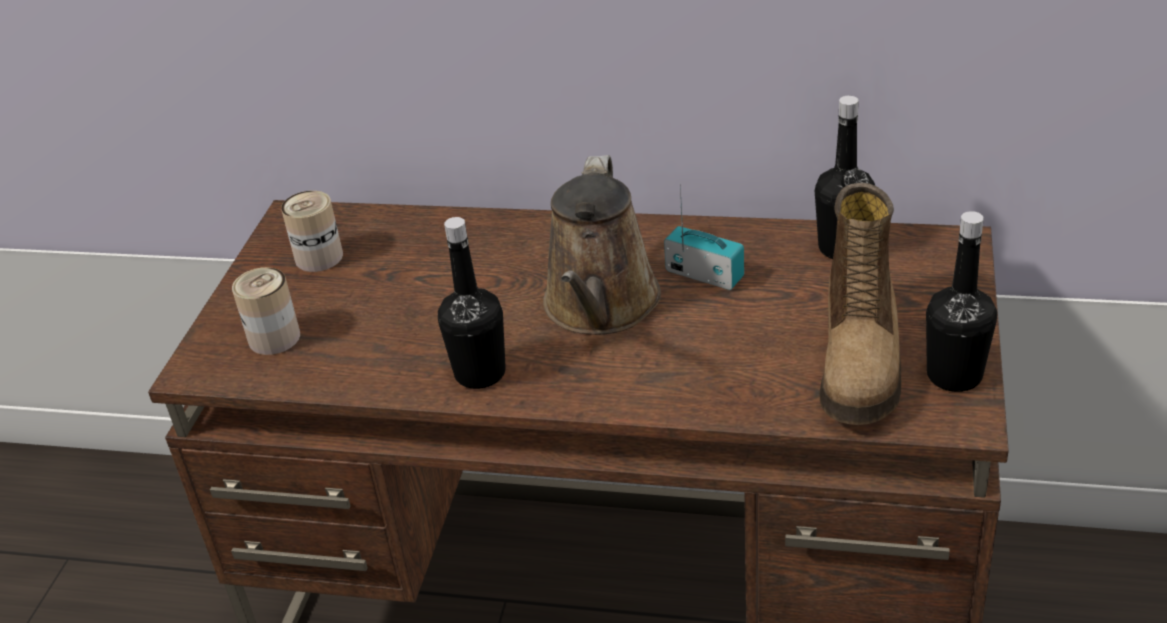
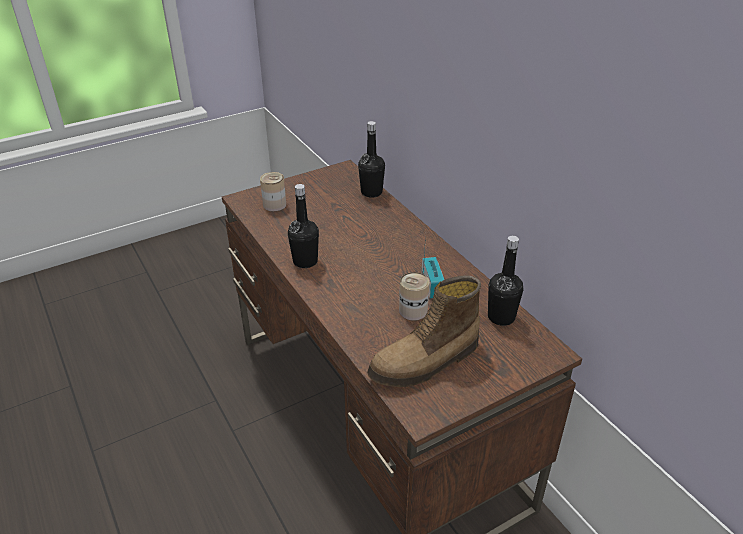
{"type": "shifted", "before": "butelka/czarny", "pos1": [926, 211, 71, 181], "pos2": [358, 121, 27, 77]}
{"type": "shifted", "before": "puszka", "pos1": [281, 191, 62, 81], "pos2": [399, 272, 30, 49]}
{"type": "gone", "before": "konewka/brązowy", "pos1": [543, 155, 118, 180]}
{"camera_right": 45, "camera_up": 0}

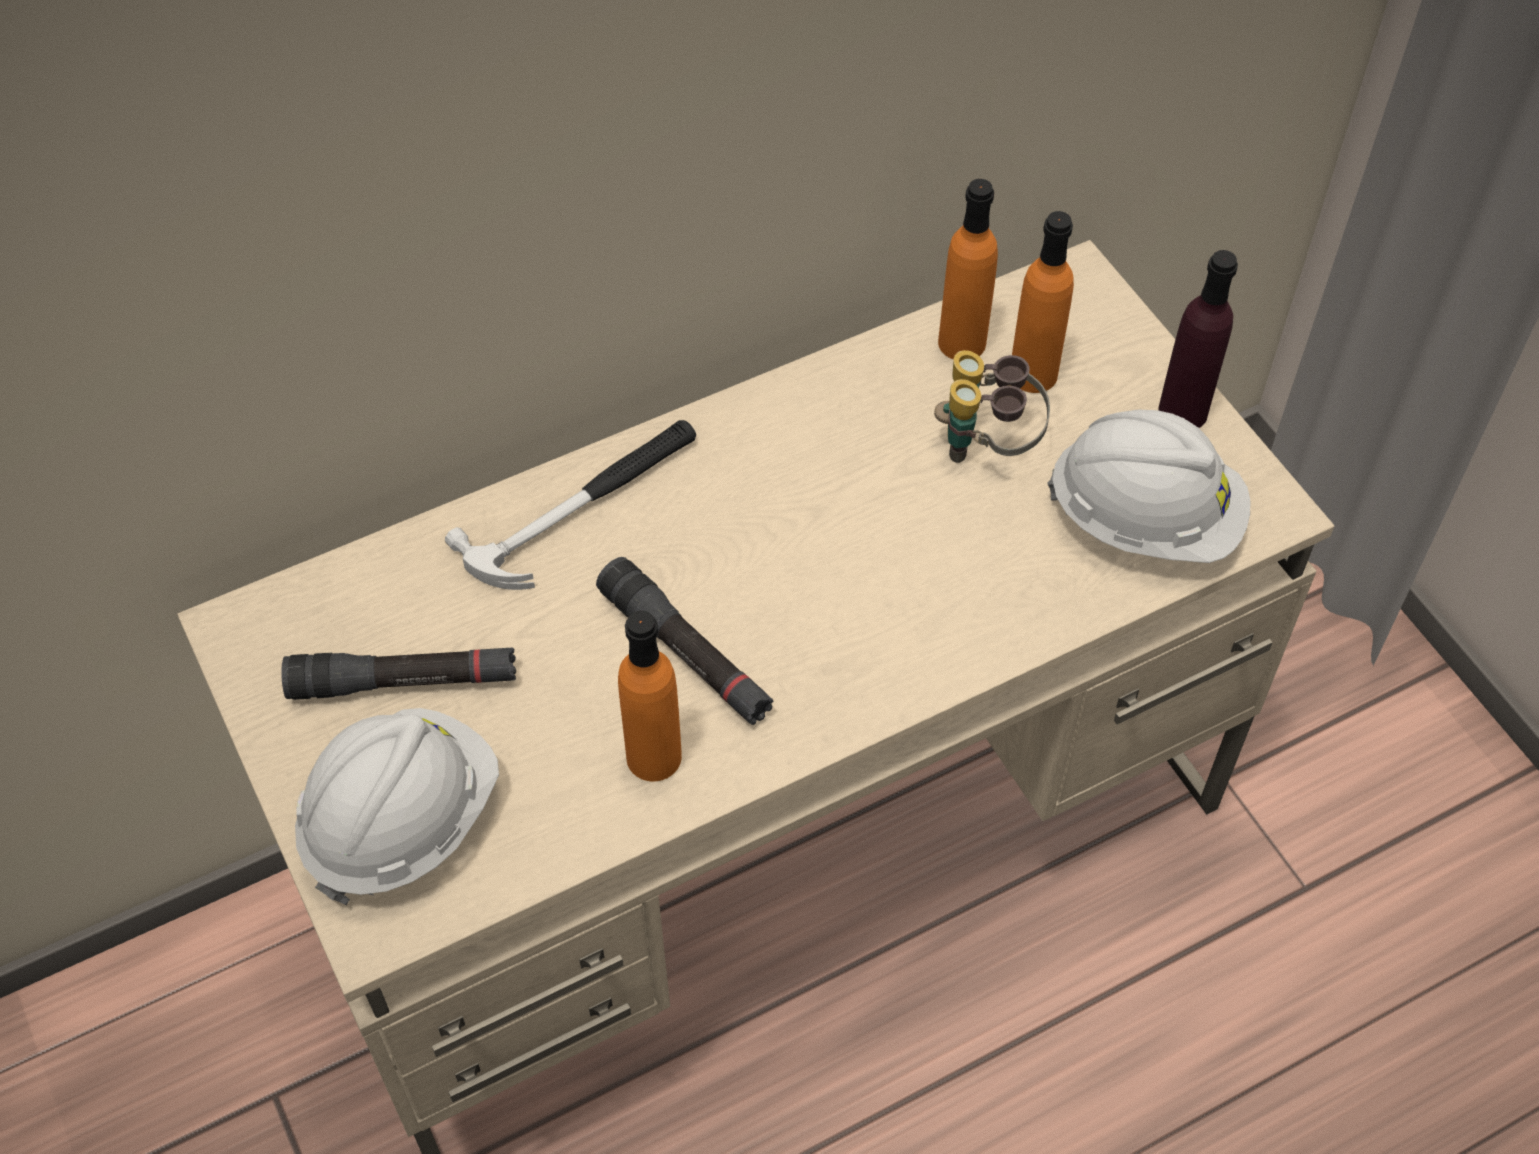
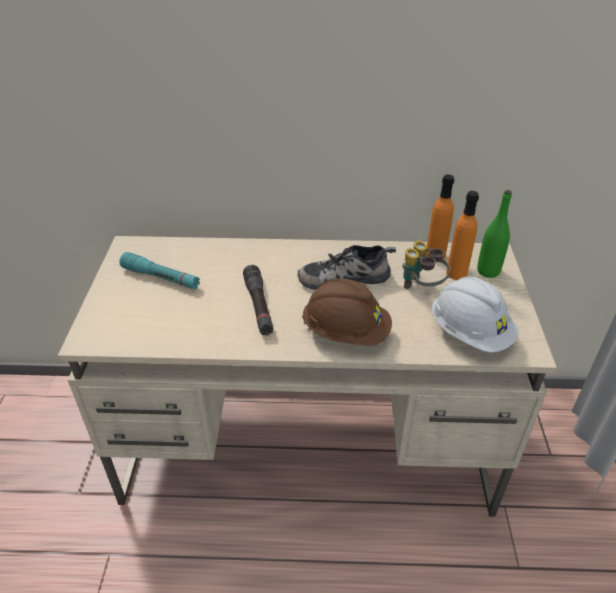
{"type": "repainted", "before": "latarka/czarny", "after": "latarka/turkusowy", "pos1": [281, 648, 235, 52], "pos2": [119, 252, 81, 37]}
{"type": "new", "after": "but", "pos2": [298, 245, 98, 45]}
{"type": "new", "after": "kask/brązowy", "pos2": [302, 278, 90, 68]}
{"type": "new", "after": "butelka/zielony", "pos2": [477, 190, 35, 88]}
{"type": "gone", "before": "kask/biały", "pos1": [295, 708, 204, 197]}
{"type": "gone", "before": "młotek", "pos1": [445, 420, 251, 170]}
{"type": "gone", "before": "butelka/pomarańczowy", "pos1": [618, 610, 64, 171]}
{"type": "gone", "before": "butelka/fioletowy", "pos1": [1158, 250, 80, 178]}
{"camera_right": 30, "camera_up": -15}

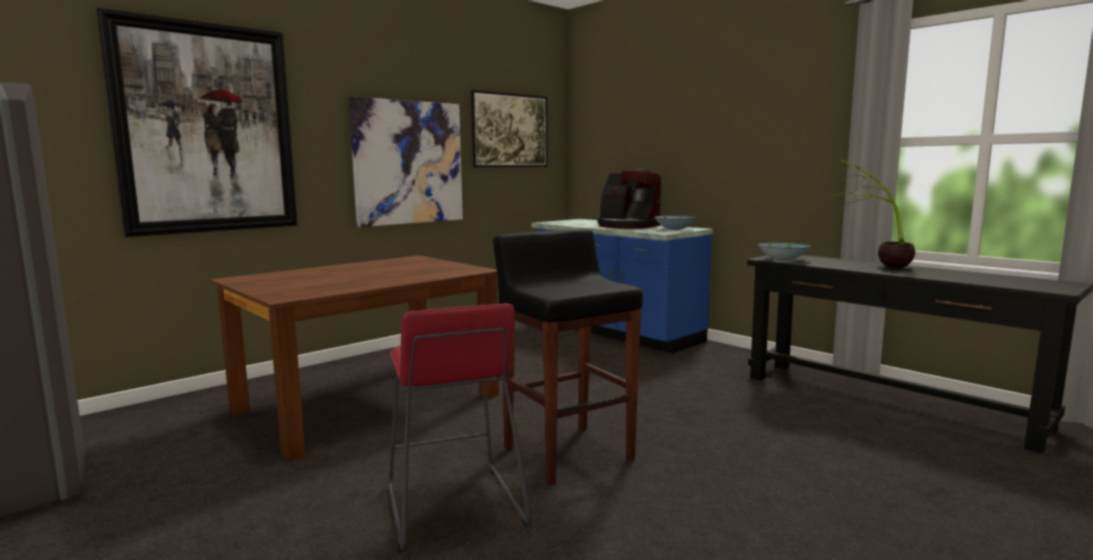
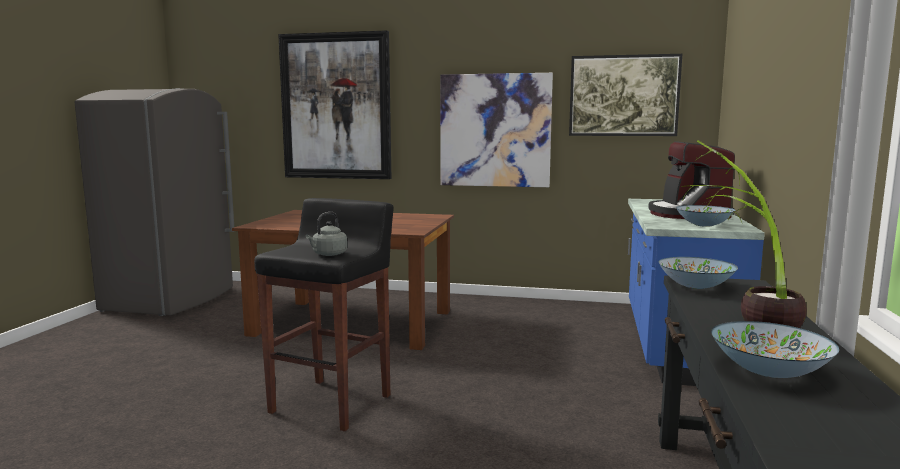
{"type": "new", "after": "czajnik/szary", "pos2": [306, 212, 41, 44]}
{"type": "new", "after": "miska", "pos2": [711, 321, 128, 57]}
{"type": "gone", "before": "stołek/czerwony", "pos1": [388, 303, 143, 249]}
{"camera_right": 55, "camera_up": 0}

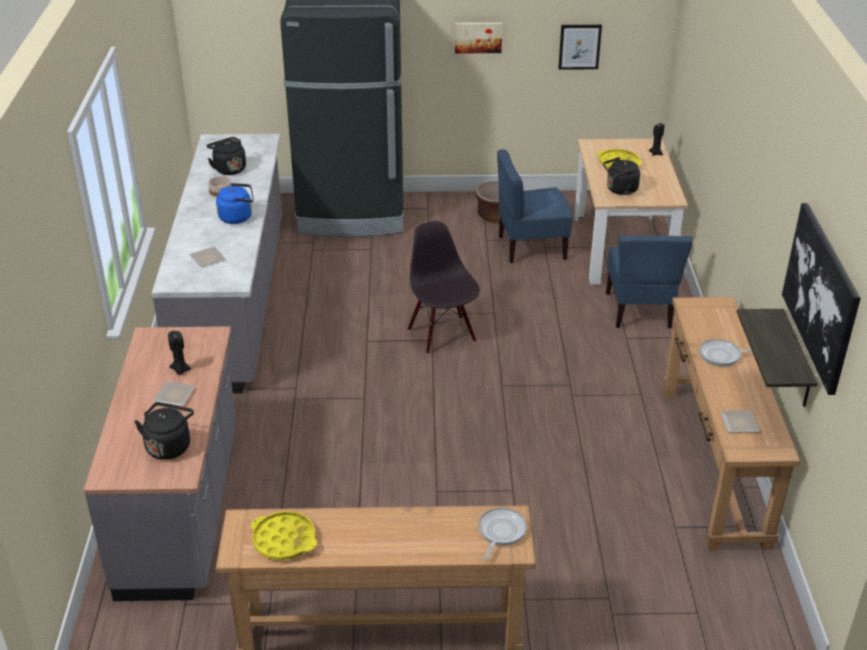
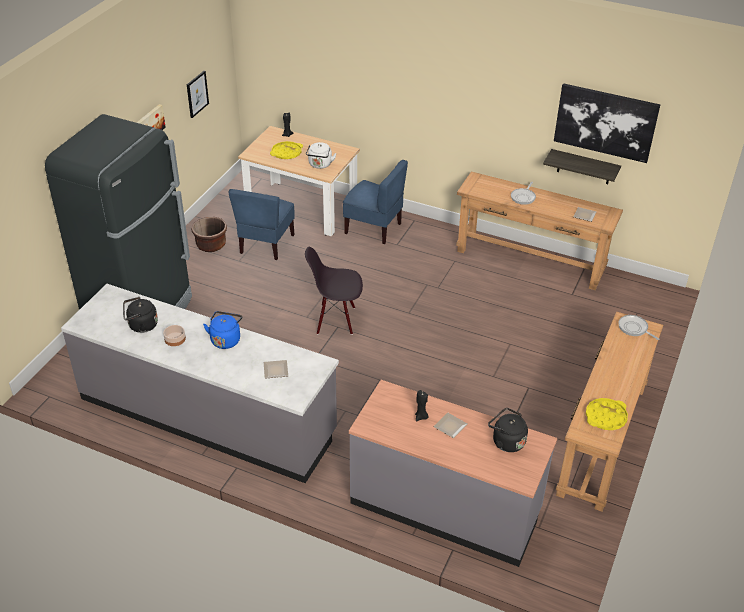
{"type": "repainted", "before": "czajnik/czarny", "after": "czajnik/biały", "pos1": [603, 157, 37, 38], "pos2": [306, 142, 31, 27]}
{"camera_right": -65, "camera_up": 5}

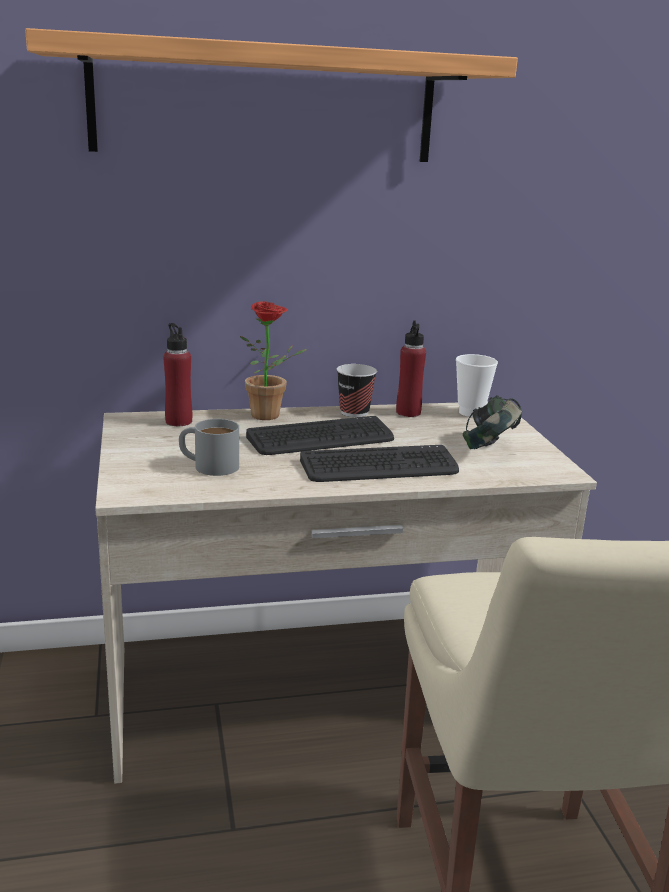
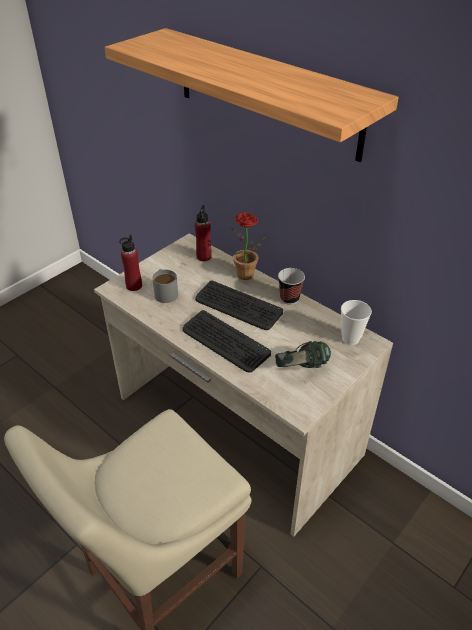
{"type": "shifted", "before": "butelka/czerwony", "pos1": [396, 321, 30, 96], "pos2": [119, 235, 23, 56]}
{"camera_right": 55, "camera_up": 20}

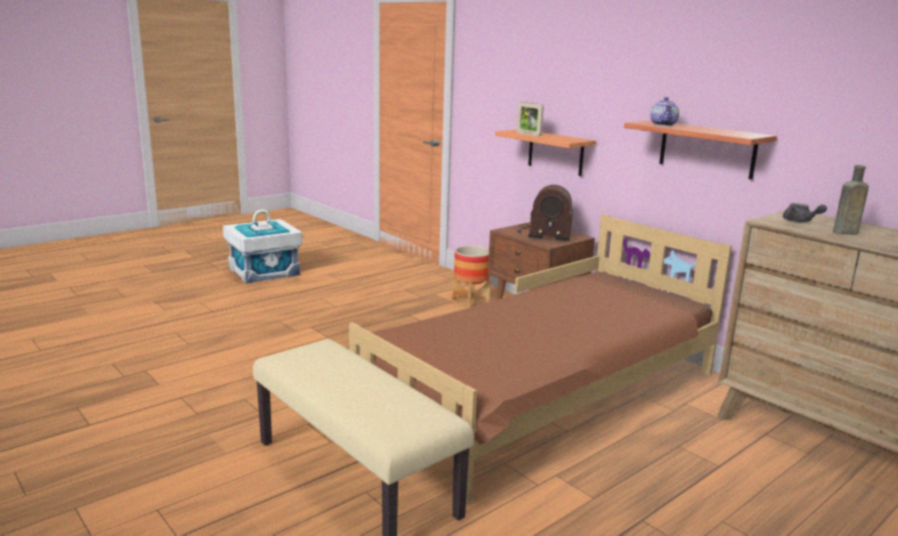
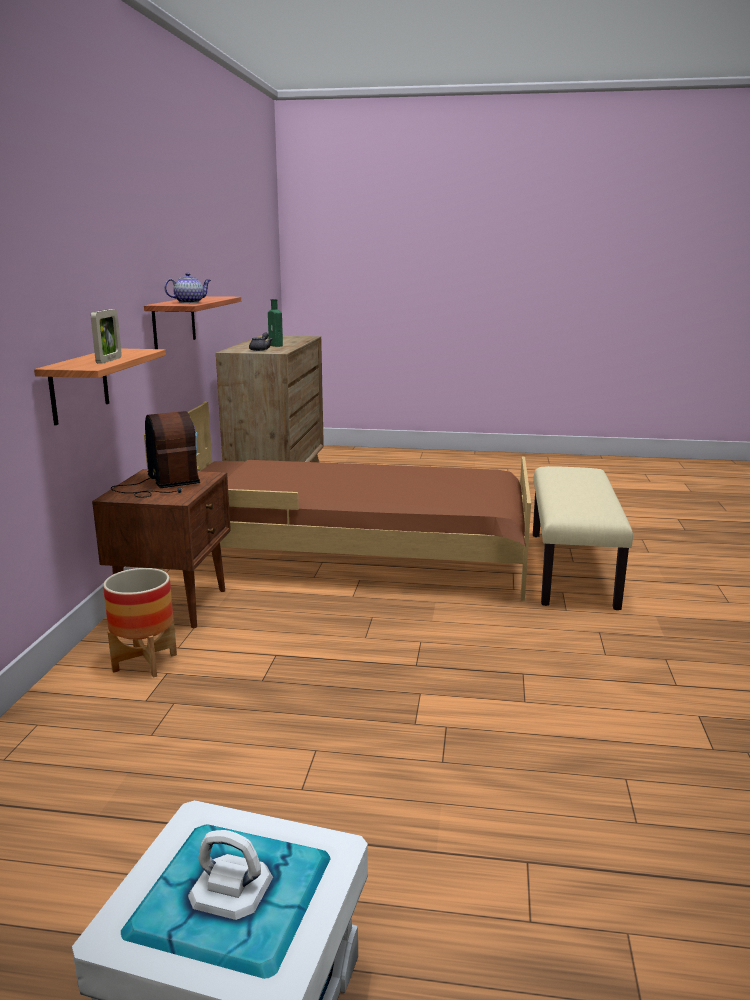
{"type": "repainted", "before": "butelka/brązowy", "after": "butelka/zielony", "pos1": [833, 165, 36, 70], "pos2": [268, 299, 15, 48]}
{"camera_right": -130, "camera_up": 0}

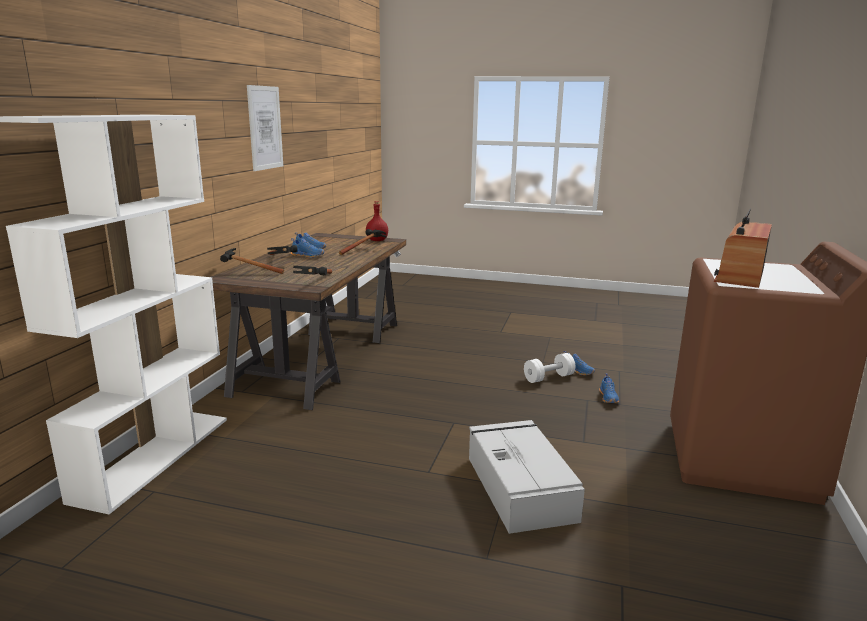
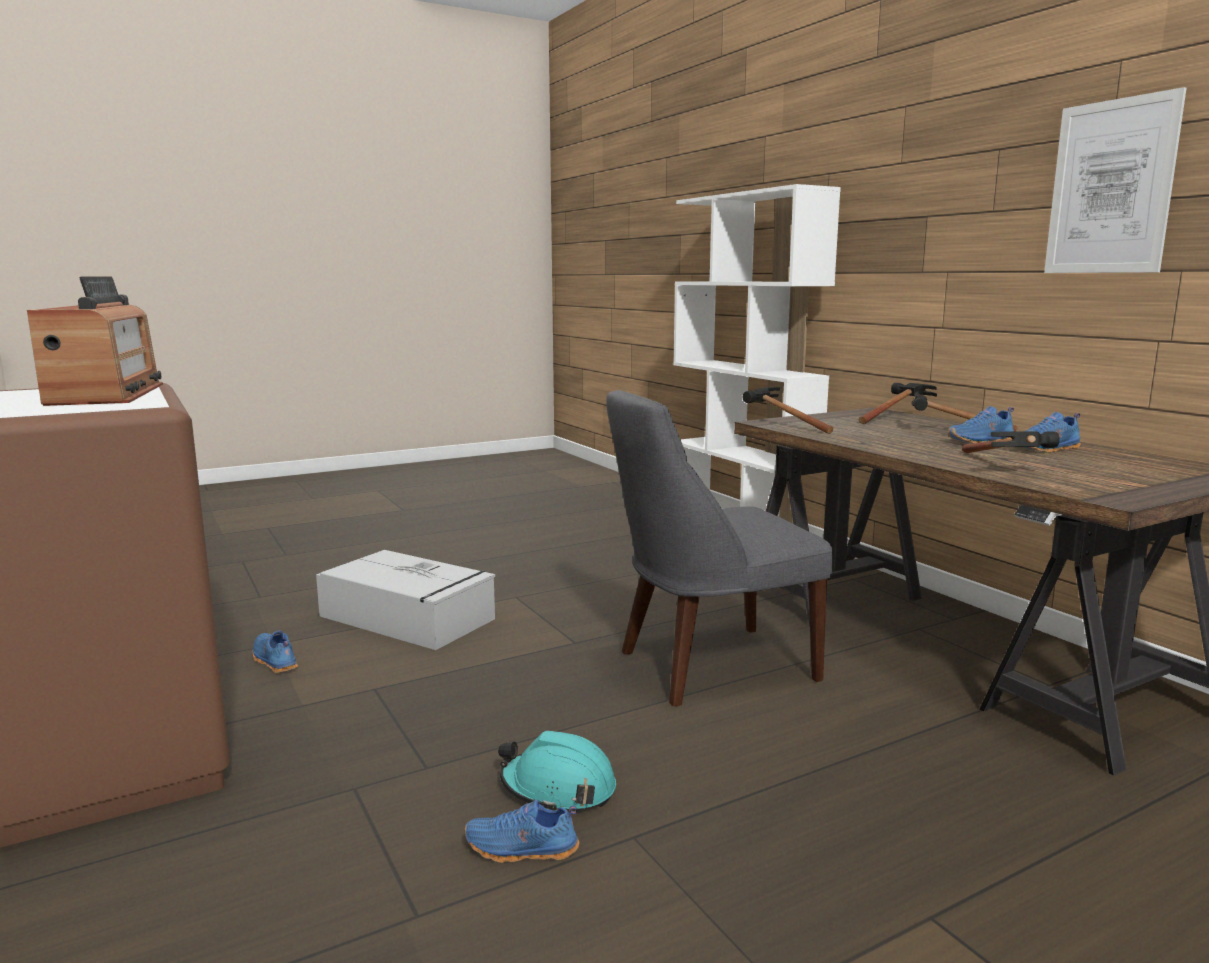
{"type": "shifted", "before": "but/niebieski", "pos1": [599, 373, 20, 30], "pos2": [253, 630, 45, 43]}
{"type": "swapped", "before": "hantel/biały", "after": "kask/turkusowy", "pos1": [524, 353, 51, 30], "pos2": [498, 731, 118, 79]}
{"type": "new", "after": "krzesło/szary", "pos2": [606, 390, 227, 317]}
{"type": "gone", "before": "butelka/czerwony", "pos1": [366, 201, 22, 40]}
{"camera_right": 135, "camera_up": -5}

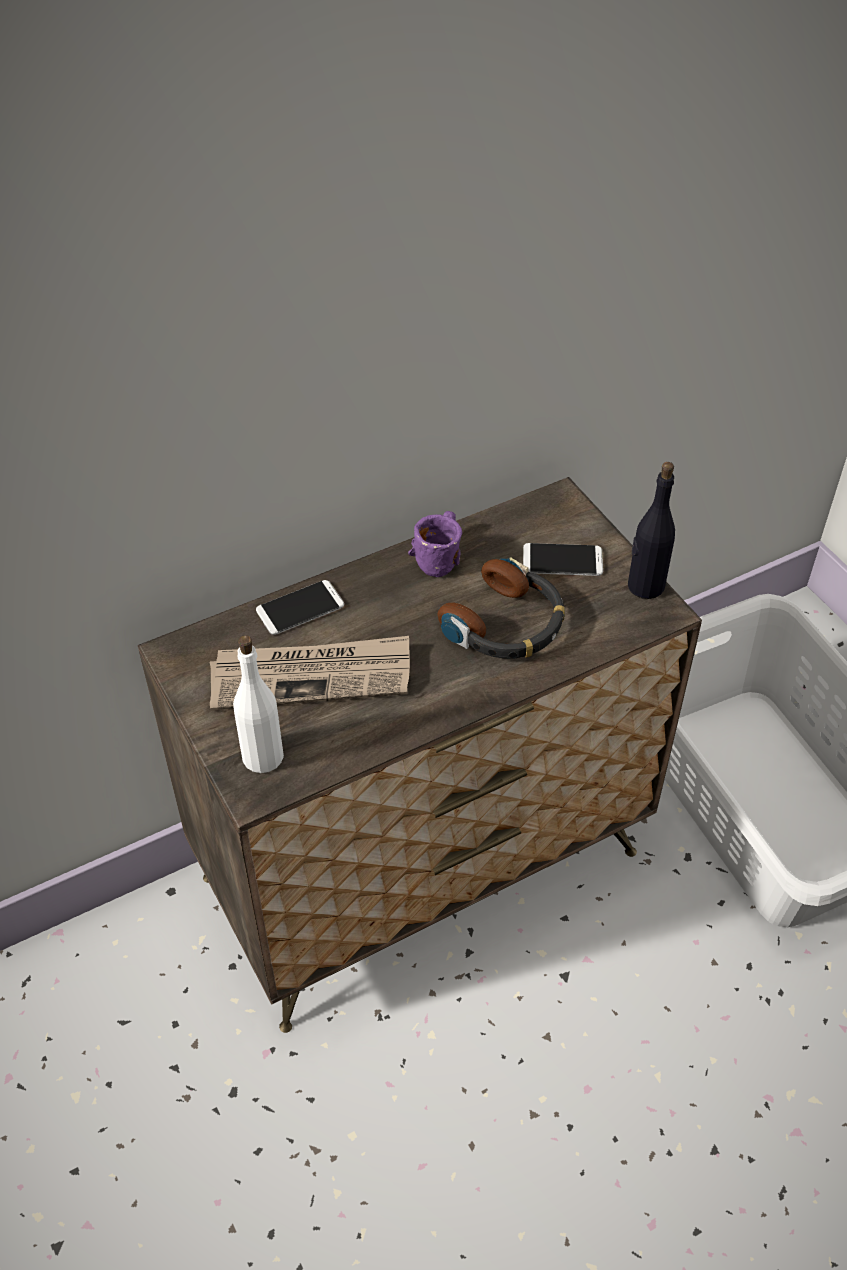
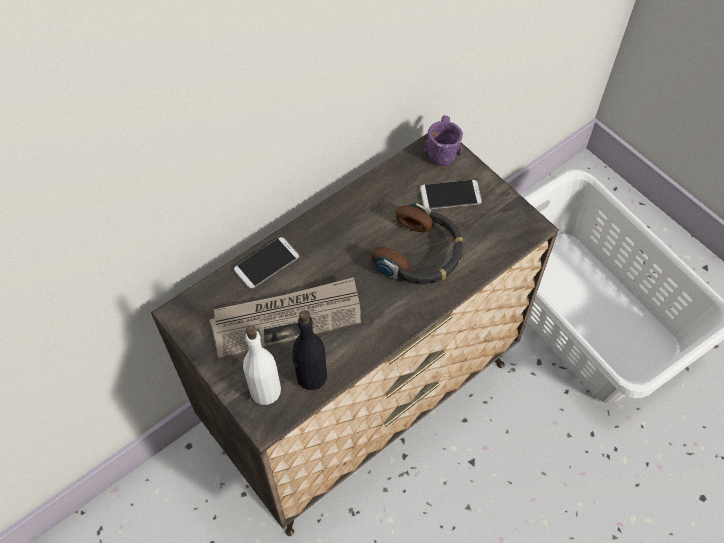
{"type": "shifted", "before": "butelka/czarny", "pos1": [628, 462, 47, 137], "pos2": [292, 310, 35, 80]}
{"type": "shifted", "before": "kubek/fioletowy", "pos1": [408, 511, 54, 66], "pos2": [423, 115, 40, 51]}
{"camera_right": -10, "camera_up": 10}

